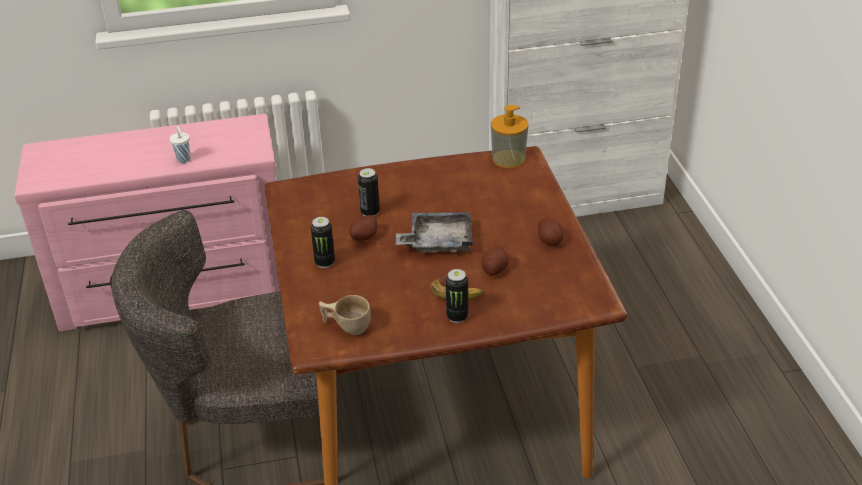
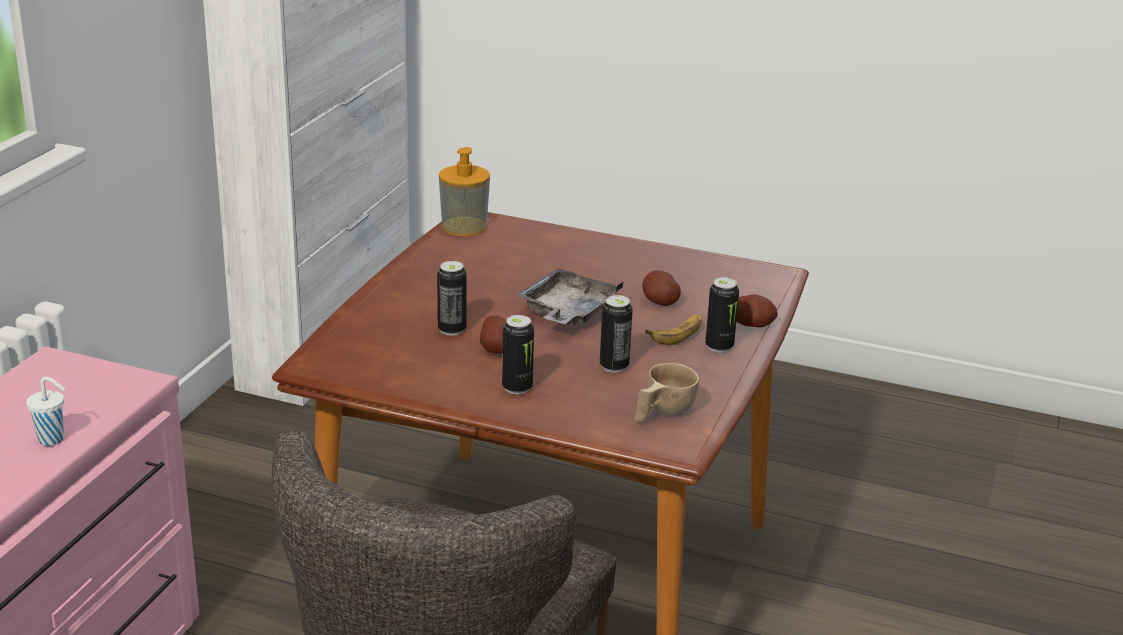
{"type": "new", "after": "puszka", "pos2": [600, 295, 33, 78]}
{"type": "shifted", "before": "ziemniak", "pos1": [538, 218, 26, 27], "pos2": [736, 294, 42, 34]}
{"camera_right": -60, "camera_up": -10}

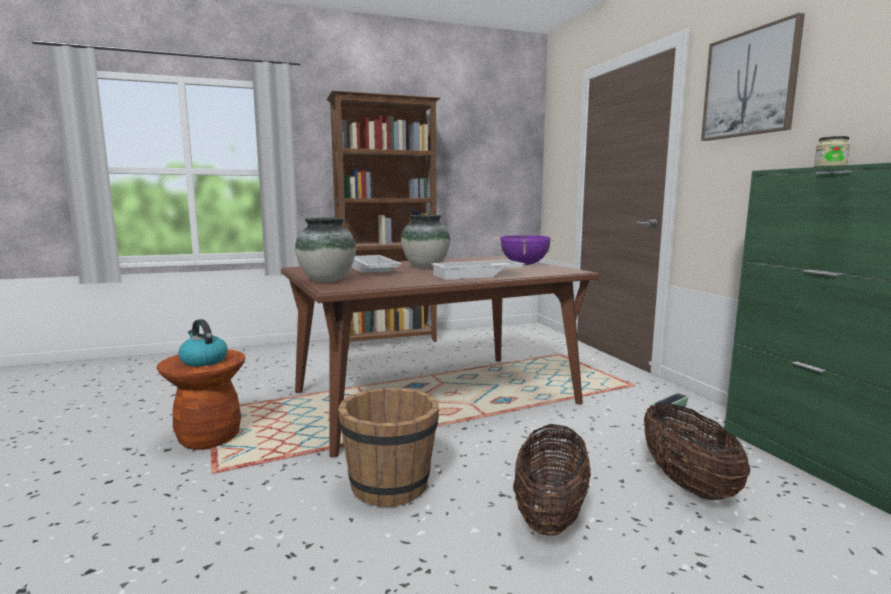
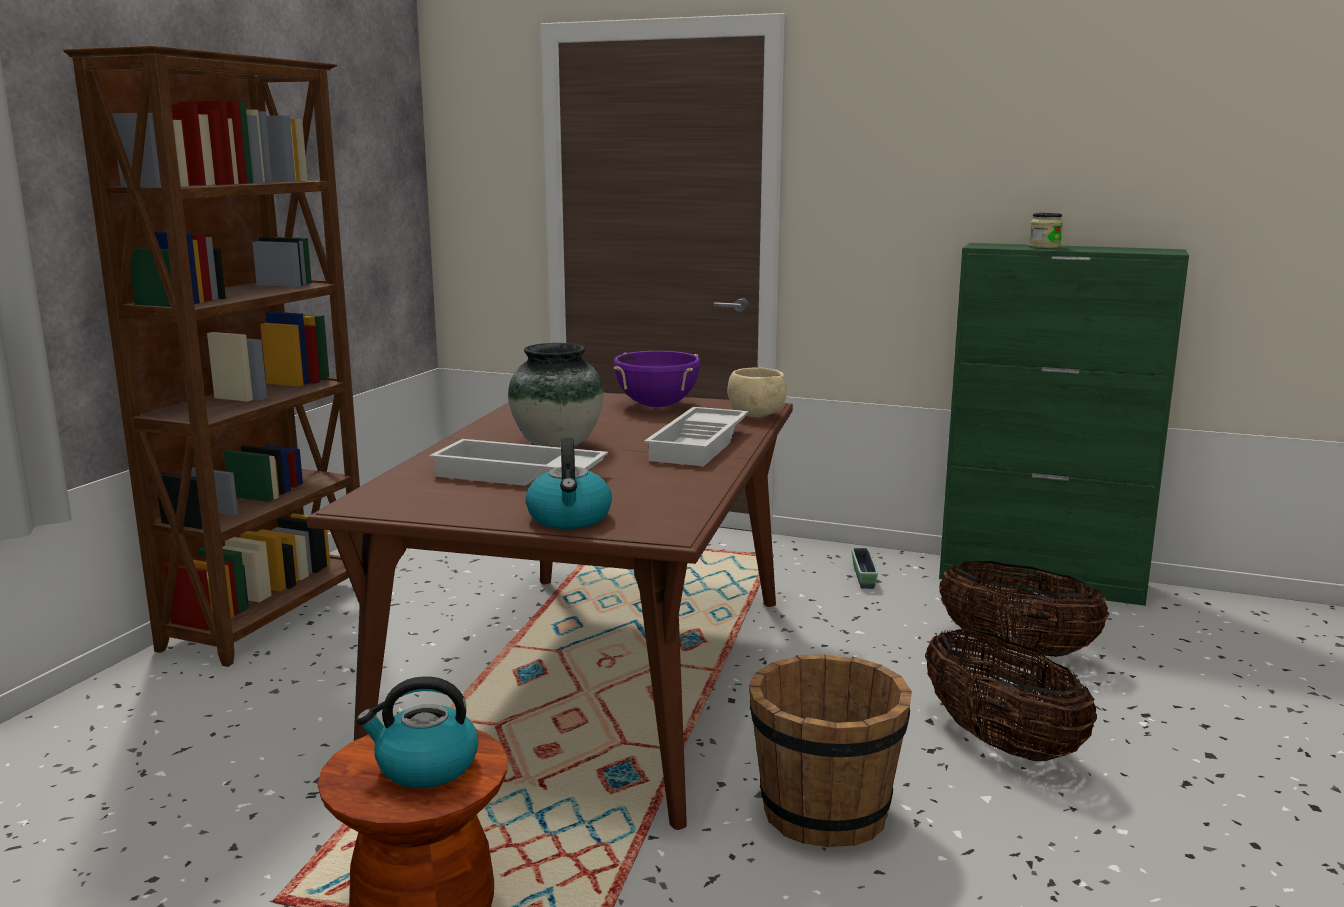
{"type": "swapped", "before": "wazon", "after": "czajnik", "pos1": [295, 218, 61, 64], "pos2": [525, 438, 87, 91]}
{"type": "new", "after": "miska/beżowy", "pos2": [727, 367, 60, 50]}
{"type": "gone", "before": "obraz", "pos1": [701, 13, 104, 128]}
{"camera_right": -50, "camera_up": 5}

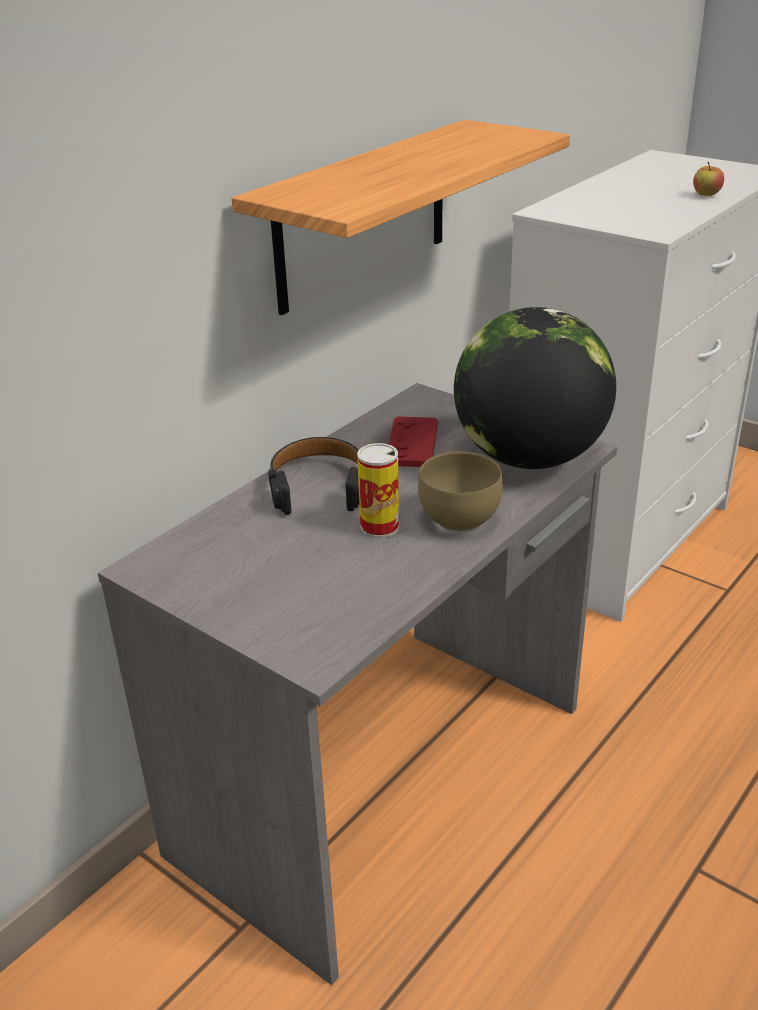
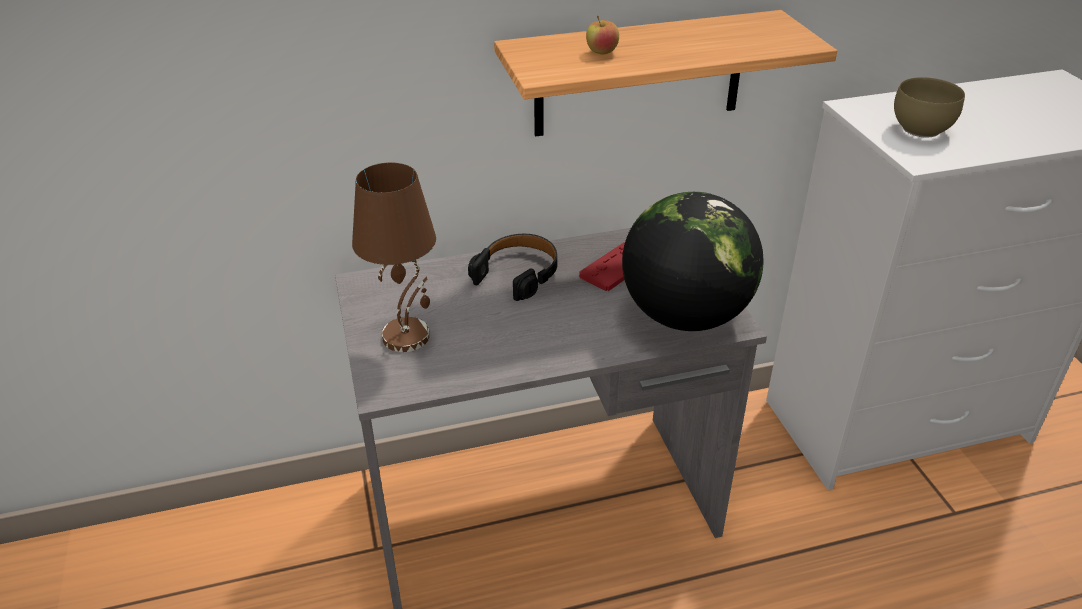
{"type": "new", "after": "lampa stołowa/brązowy", "pos2": [352, 162, 84, 190]}
{"type": "shifted", "before": "jabłko", "pos1": [693, 162, 31, 34], "pos2": [586, 16, 33, 39]}
{"type": "shifted", "before": "miska/brązowy", "pos1": [418, 452, 85, 80], "pos2": [894, 77, 71, 61]}
{"type": "gone", "before": "puszka", "pos1": [357, 443, 43, 95]}
{"camera_right": 35, "camera_up": 5}

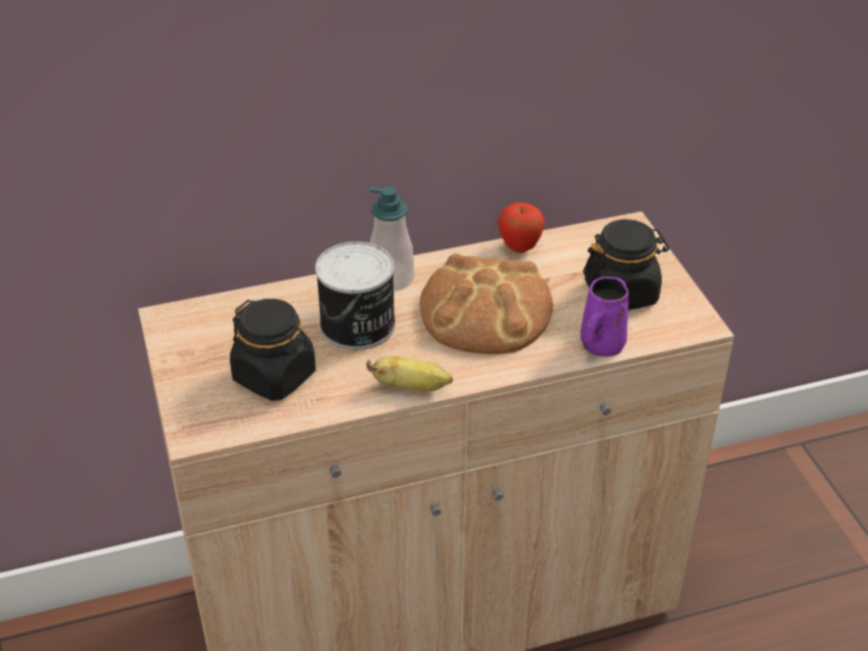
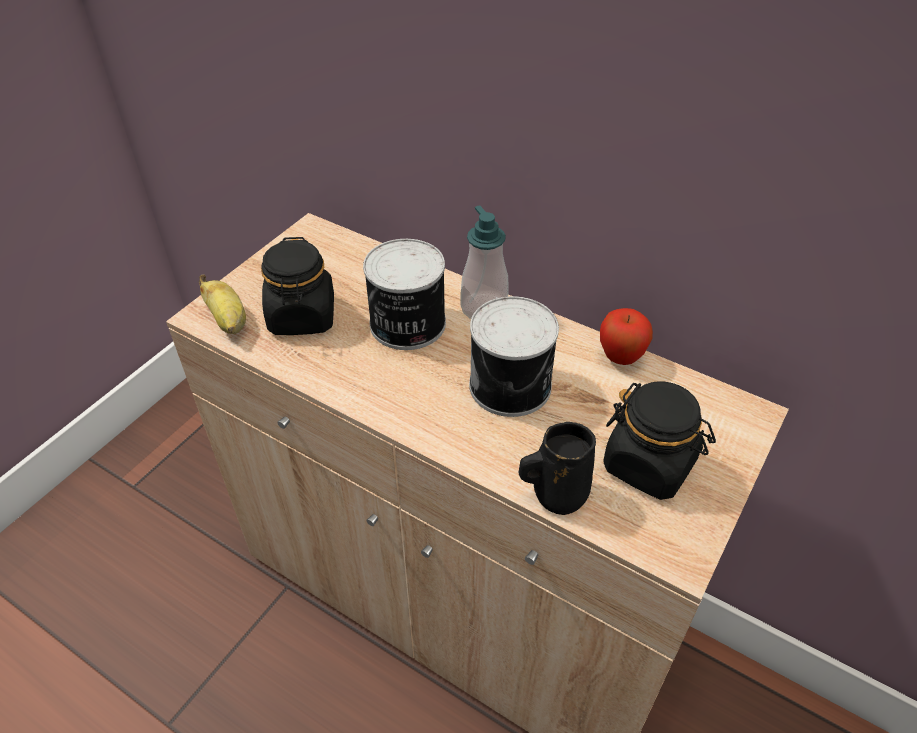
{"type": "shifted", "before": "banan", "pos1": [366, 356, 87, 35], "pos2": [199, 275, 47, 59]}
{"type": "swapped", "before": "chleb", "after": "puszka", "pos1": [419, 253, 134, 101], "pos2": [469, 296, 90, 121]}
{"type": "repainted", "before": "kubek/fioletowy", "after": "kubek/czarny", "pos1": [580, 277, 49, 80], "pos2": [519, 422, 77, 93]}
{"camera_right": 50, "camera_up": 5}

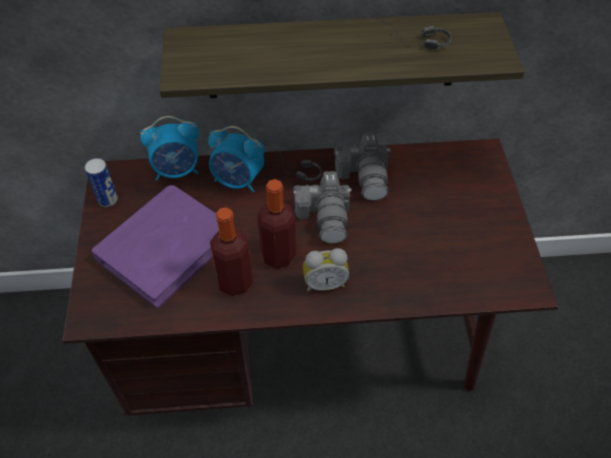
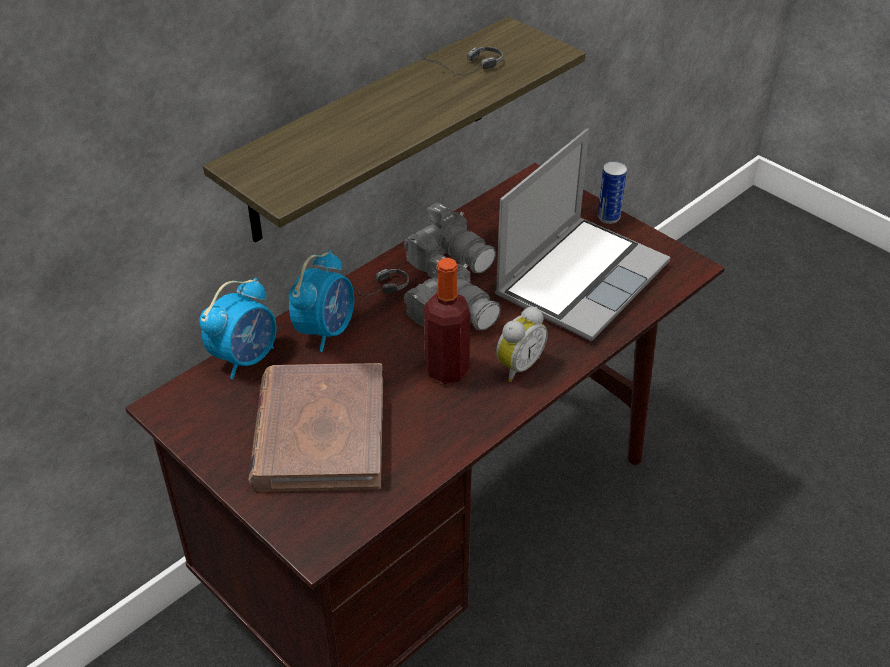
{"type": "repainted", "before": "książka/fioletowy", "after": "książka/brązowy", "pos1": [91, 185, 128, 123], "pos2": [248, 363, 135, 129]}
{"type": "rotated", "before": "budzik", "pos1": [208, 126, 57, 66], "pos2": [289, 250, 65, 102], "turn": -45}
{"type": "new", "after": "laptop", "pos2": [495, 128, 175, 214]}
{"type": "shifted", "before": "puszka", "pos1": [85, 158, 33, 49], "pos2": [598, 161, 29, 63]}
{"type": "gone", "before": "butelka", "pos1": [210, 207, 43, 90]}
{"camera_right": -40, "camera_up": -10}

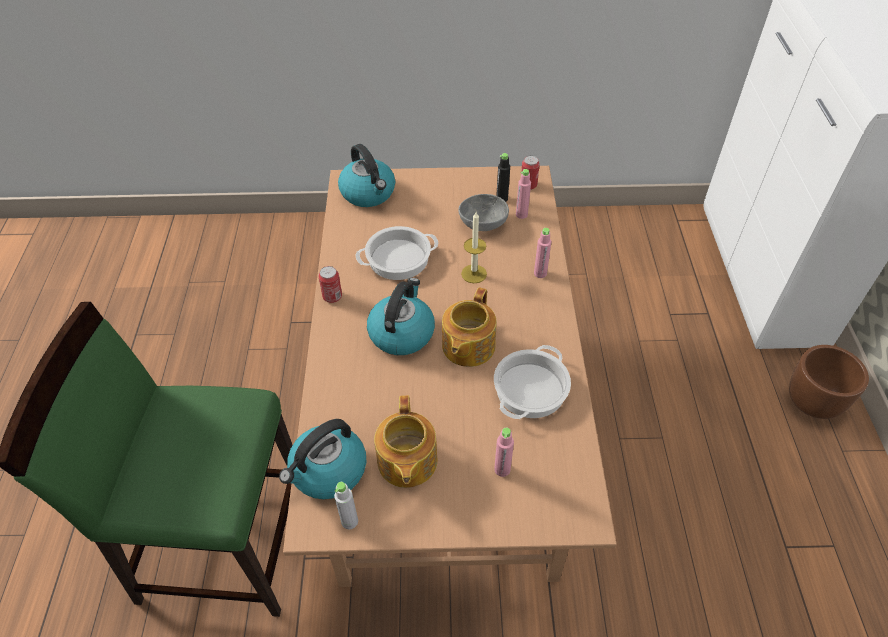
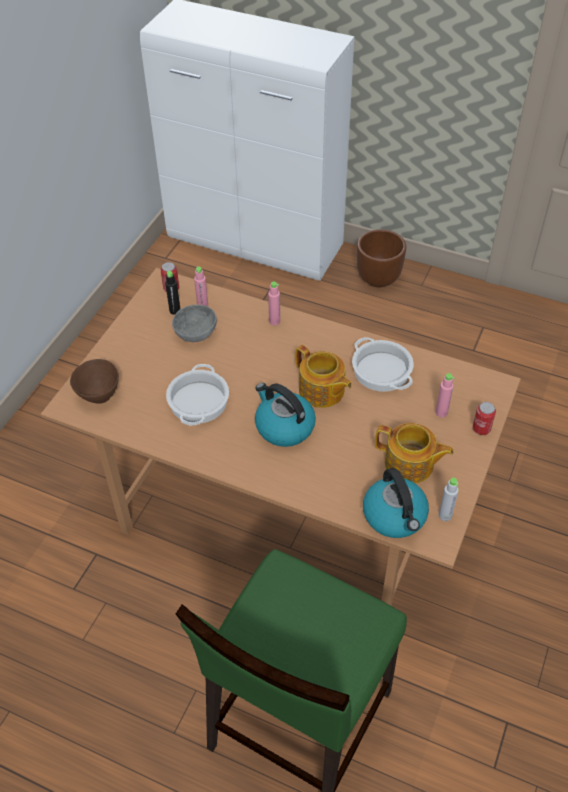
{"type": "swapped", "before": "czajnik", "after": "miska/brązowy", "pos1": [338, 144, 57, 63], "pos2": [70, 359, 49, 44]}
{"type": "shifted", "before": "puszka", "pos1": [318, 266, 24, 37], "pos2": [473, 402, 23, 33]}
{"type": "gone", "before": "świeca", "pos1": [461, 212, 26, 71]}
{"camera_right": -65, "camera_up": 0}

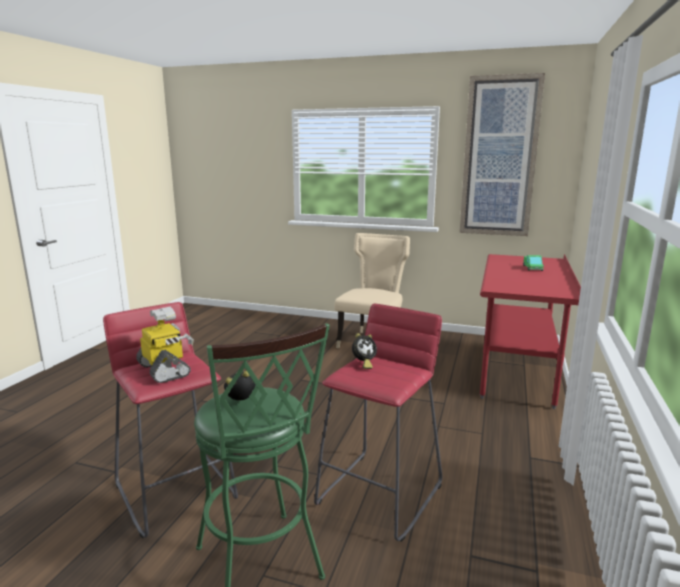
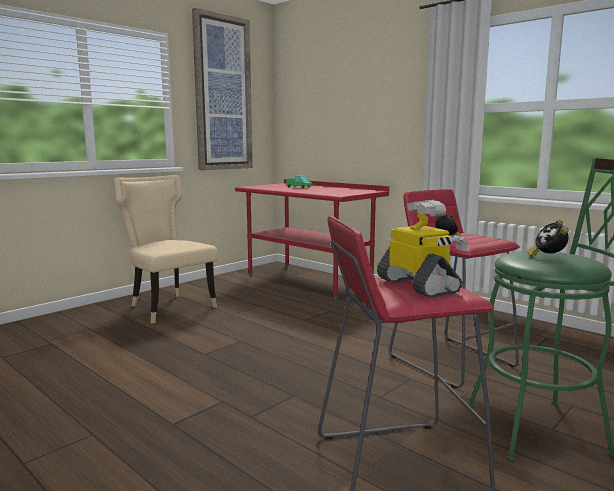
{"type": "rotated", "before": "robot zabawkowy", "pos1": [136, 306, 58, 77], "pos2": [377, 200, 91, 97], "turn": 75}
{"camera_right": -65, "camera_up": -5}

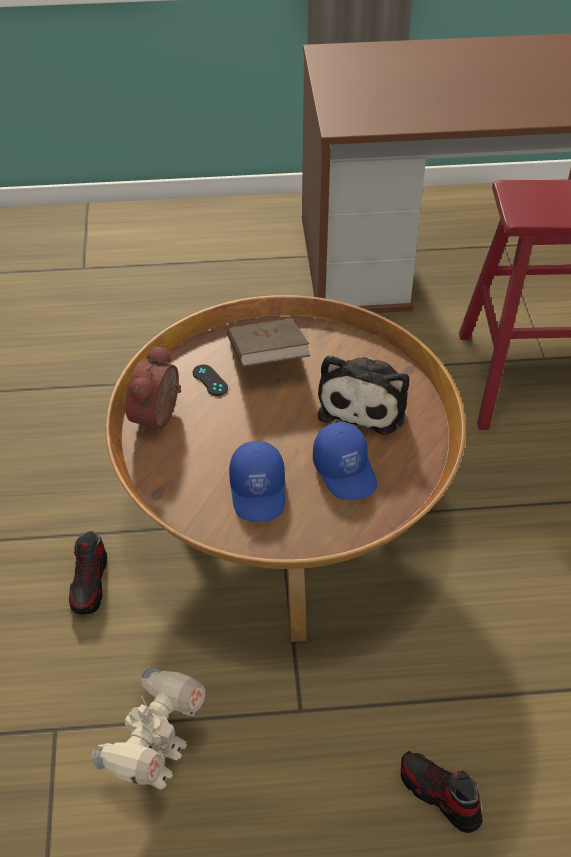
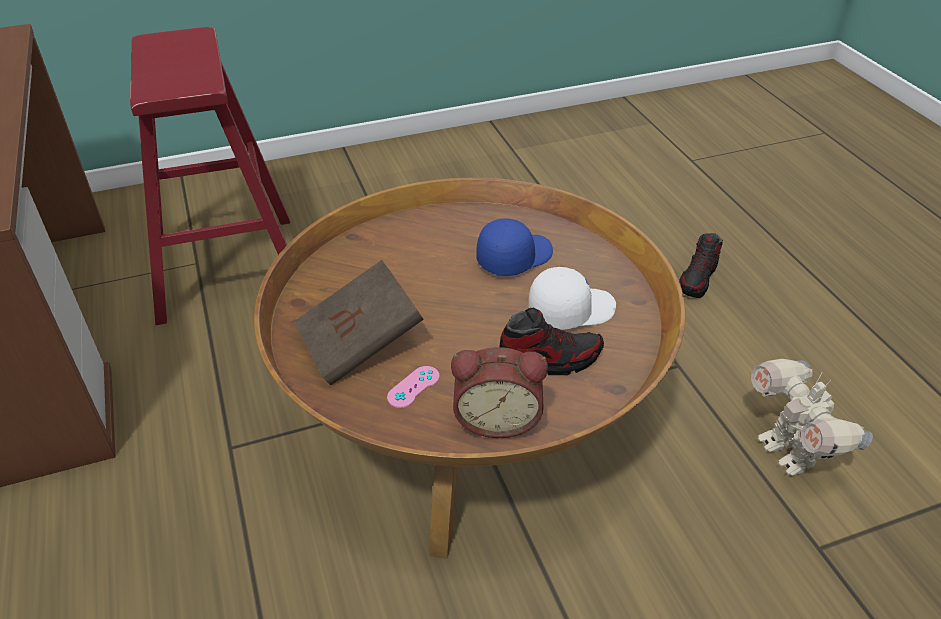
{"type": "repainted", "before": "pad do gier/czarny", "after": "pad do gier/różowy", "pos1": [193, 365, 35, 31], "pos2": [387, 366, 53, 42]}
{"type": "shifted", "before": "but", "pos1": [69, 531, 38, 84], "pos2": [499, 308, 105, 67]}
{"type": "repainted", "before": "czapka z daszkiem/niebieski", "after": "czapka z daszkiem/biały", "pos1": [229, 441, 56, 81], "pos2": [529, 267, 87, 63]}
{"type": "rotated", "before": "robot zabawkowy", "pos1": [92, 667, 113, 123], "pos2": [751, 359, 122, 117], "turn": -120}
{"type": "gone", "before": "pluszak", "pos1": [318, 355, 91, 80]}
{"camera_right": -105, "camera_up": -5}

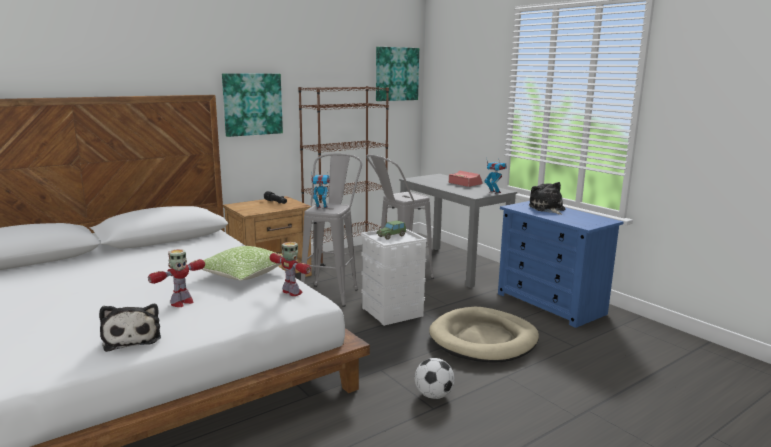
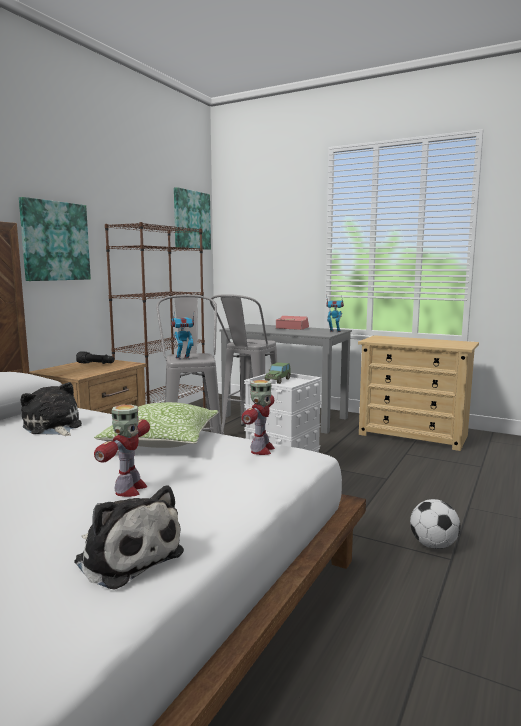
{"type": "shifted", "before": "pluszak", "pos1": [529, 182, 36, 33], "pos2": [21, 382, 61, 54]}
{"type": "rotated", "before": "robot zabawkowy", "pos1": [270, 242, 41, 54], "pos2": [242, 380, 33, 75], "turn": 90}
{"type": "repainted", "before": "komoda/niebieski", "after": "komoda/beżowy", "pos1": [498, 201, 125, 127], "pos2": [358, 335, 121, 116]}
{"type": "gone", "before": "legowisko/beżowy", "pos1": [429, 307, 110, 56]}
{"camera_right": -25, "camera_up": -5}

